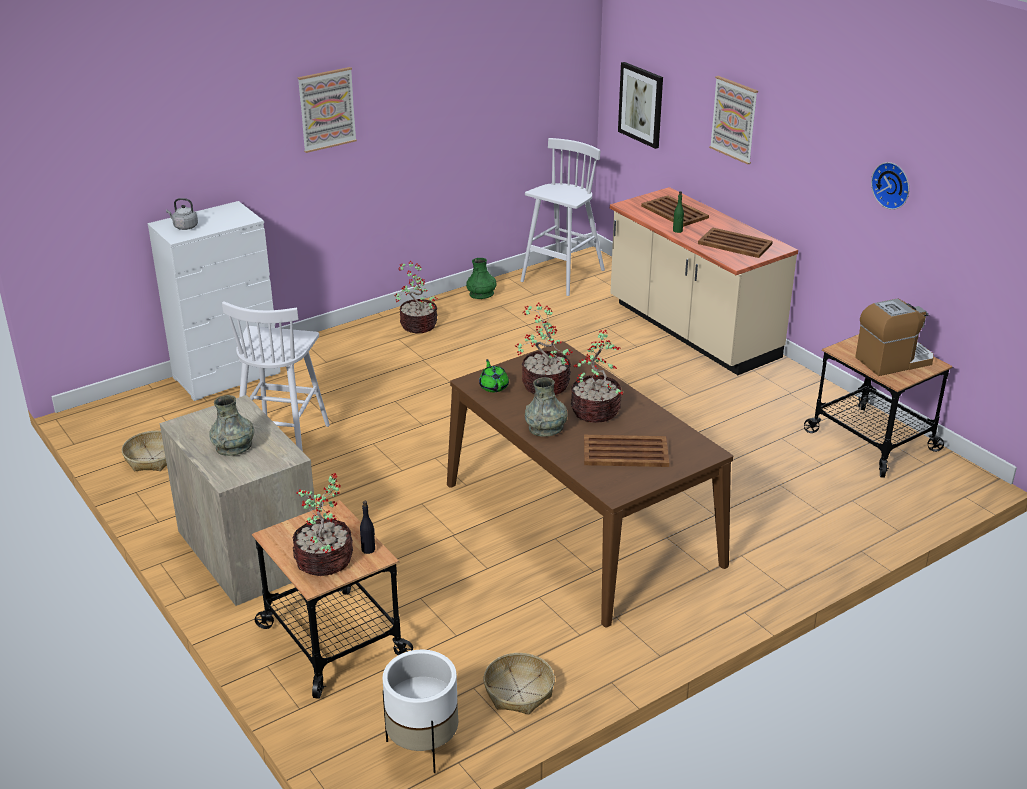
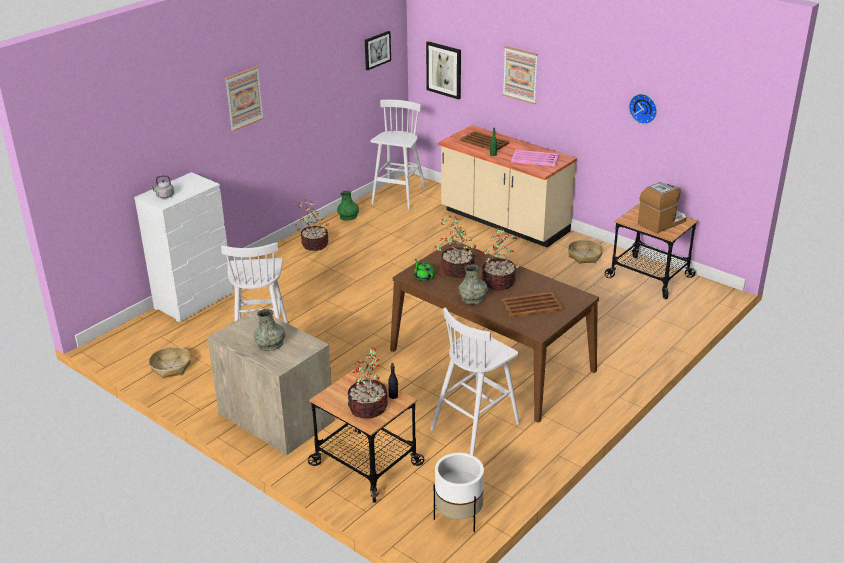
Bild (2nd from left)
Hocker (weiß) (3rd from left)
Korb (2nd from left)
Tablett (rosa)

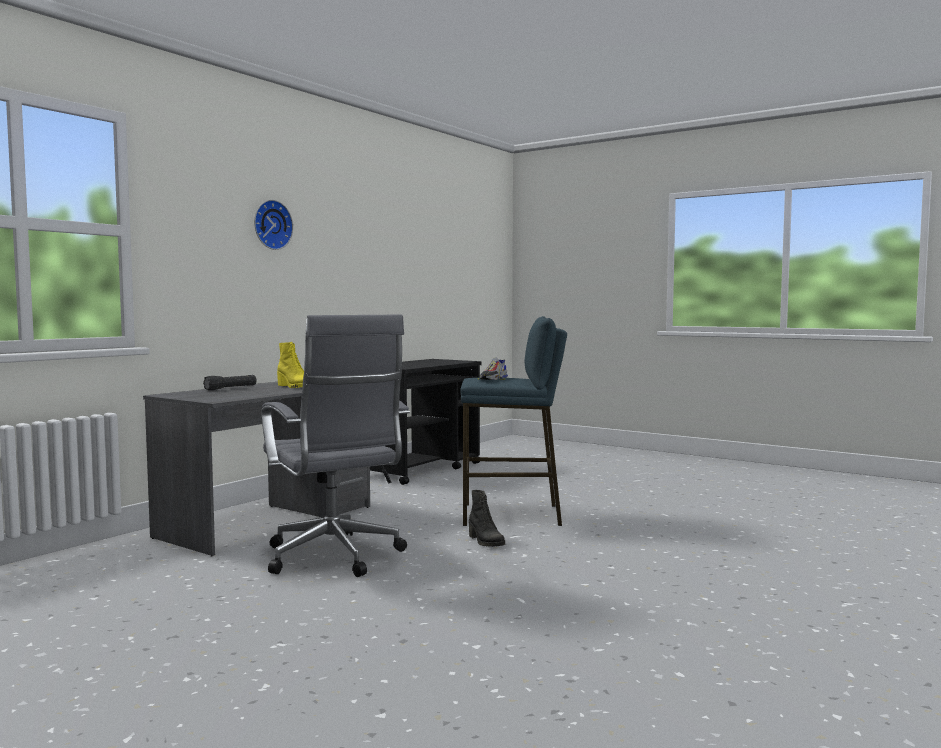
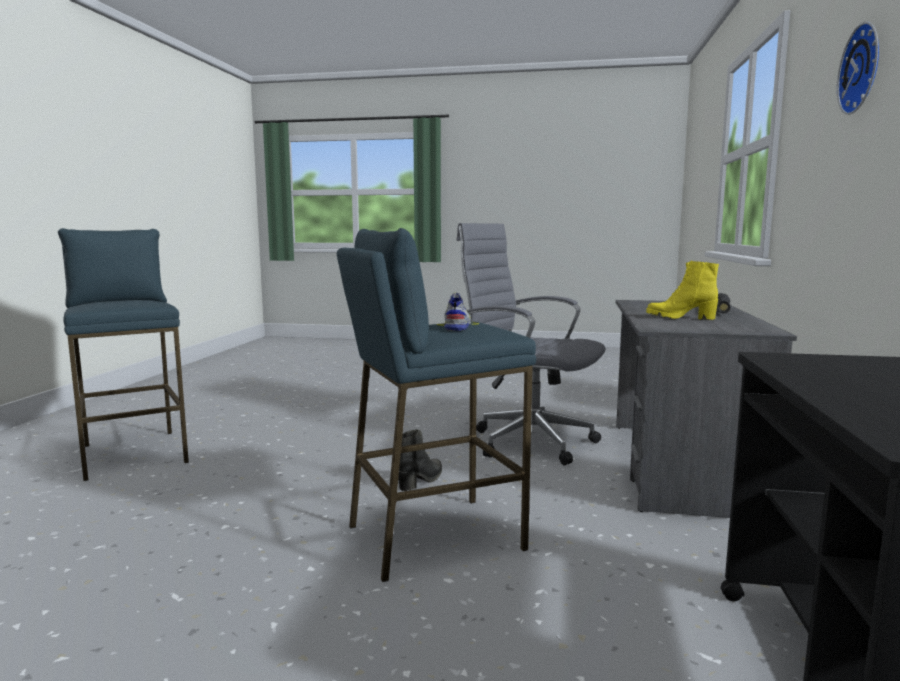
Hocker (blau) (1st from left)
Stiefel (schwarz)

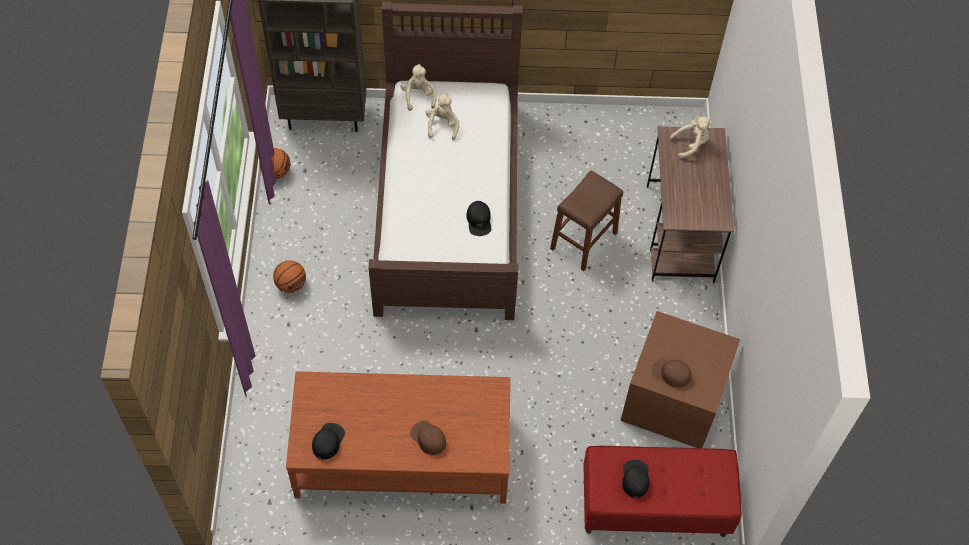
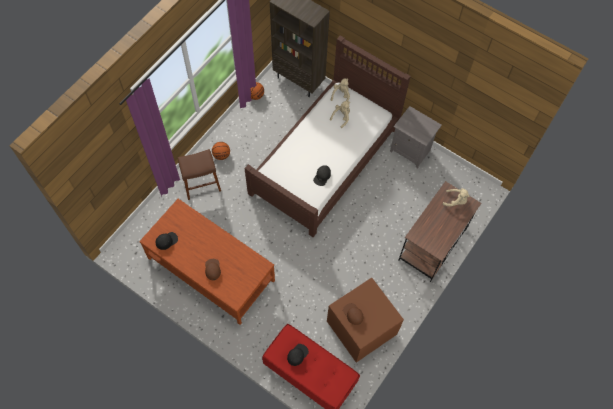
Nachttisch (grau)
Hocker (braun)

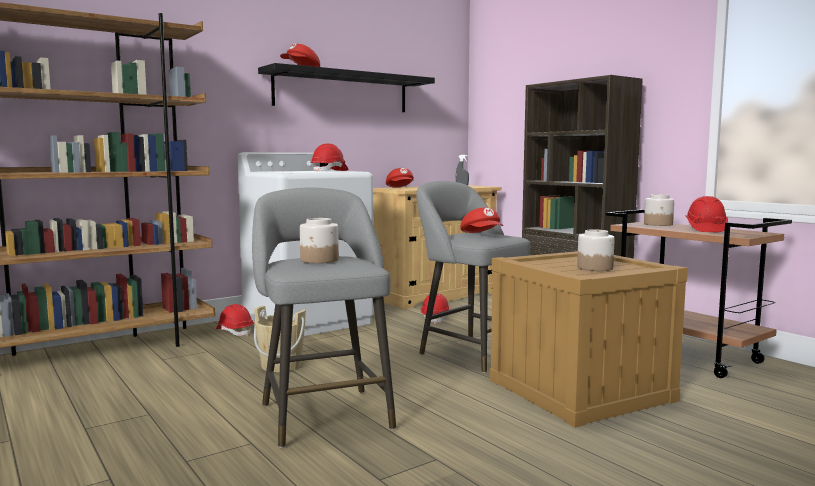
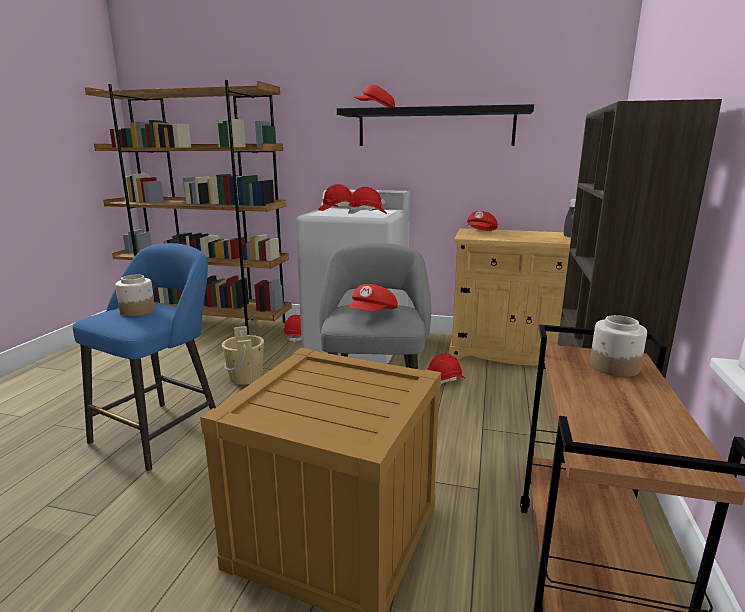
Vorratsglas (2nd from left in the first image)
Schutzhelm (rot) (2nd from left)
Hocker (blau)

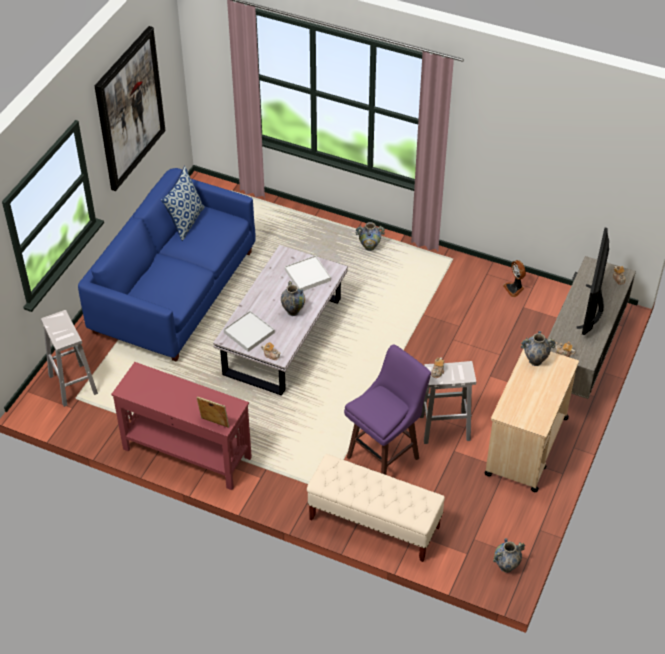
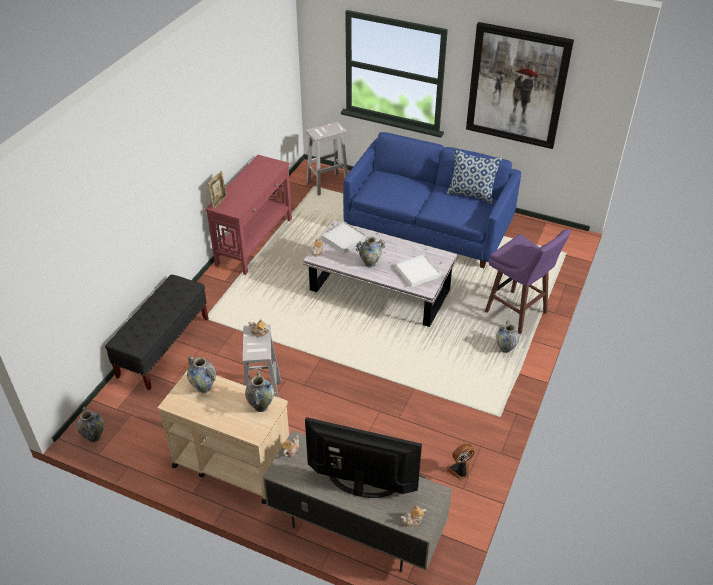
Vase (2nd from left)
Hocker (lila)
Bank (schwarz)

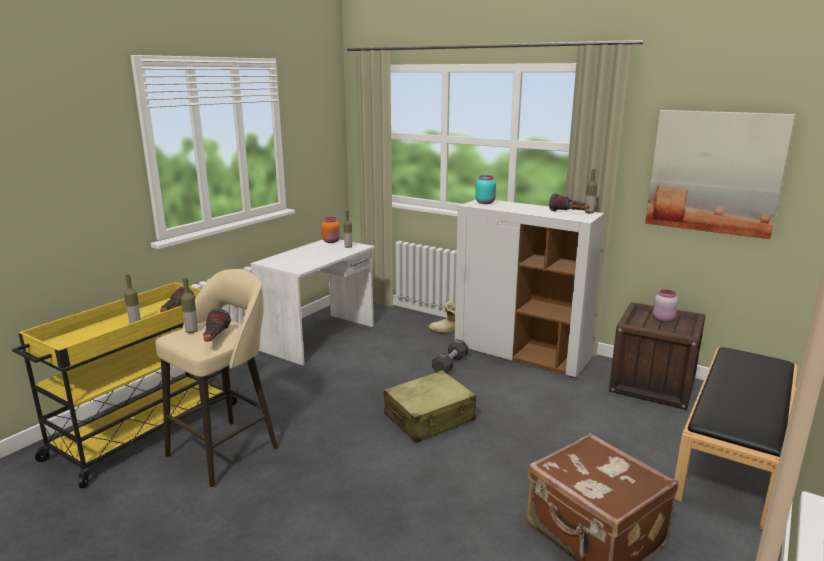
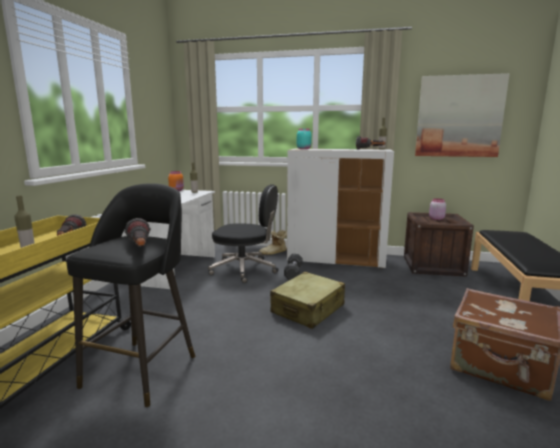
Flasche (2nd from left in the first image)
Bürostuhl (schwarz)
Hocker (schwarz)

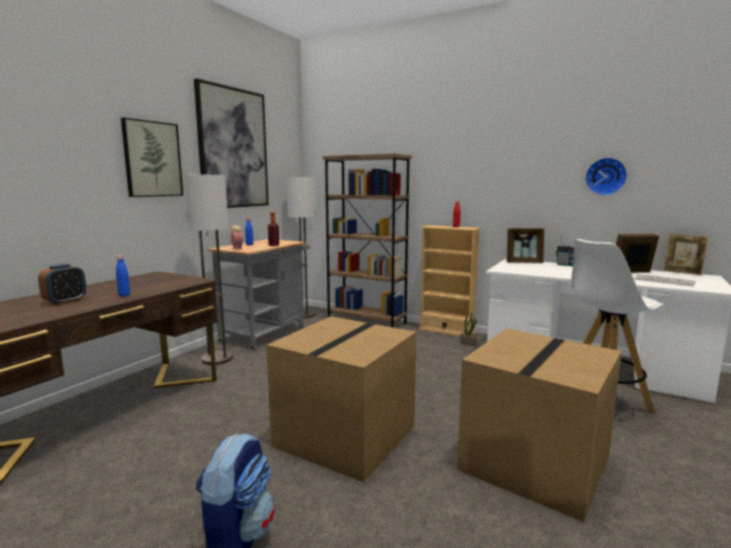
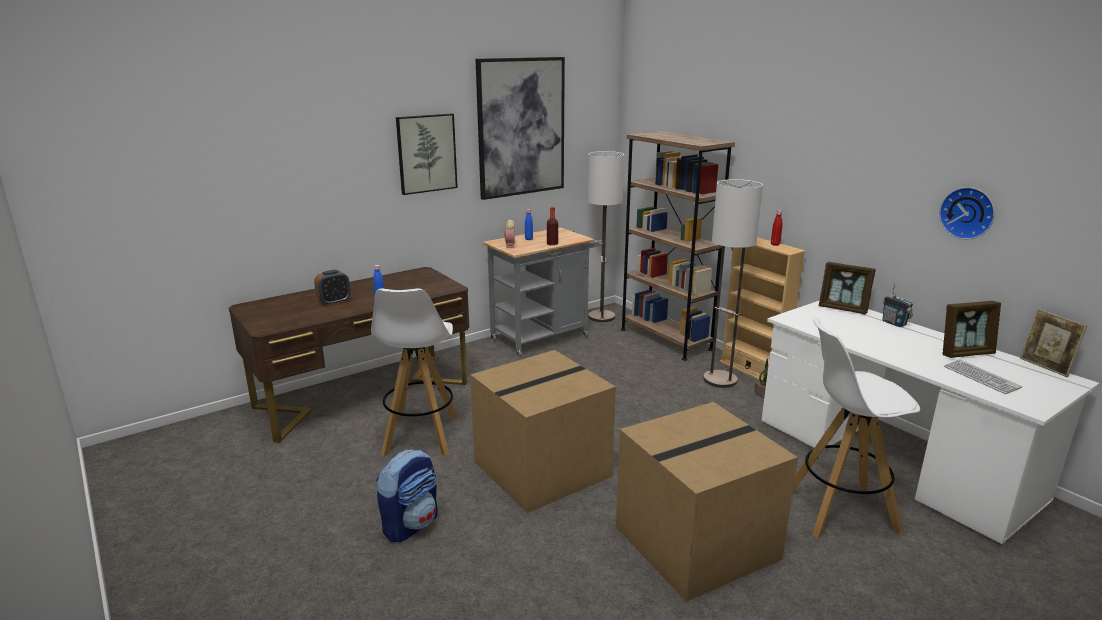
Hocker (weiß) (1st from left)
Stehlampe (2nd from left)
Bilderrahmen (2nd from left)

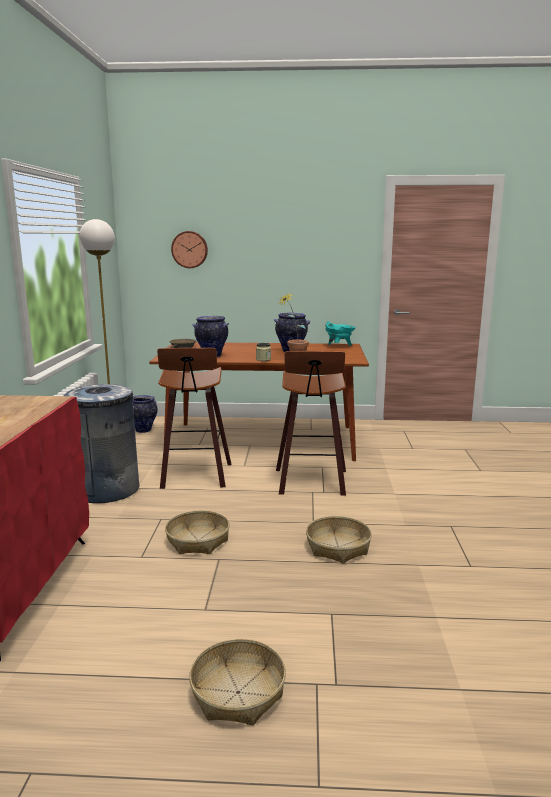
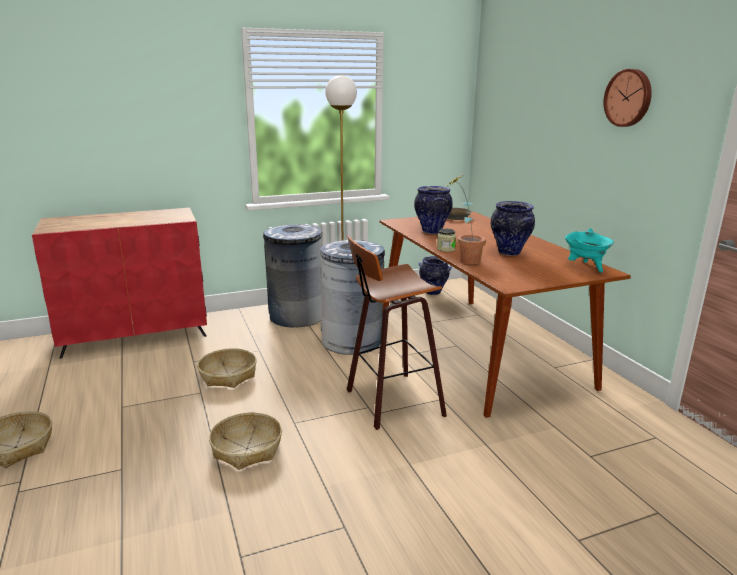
Wanduhr
Mülleimer (grau) (2nd from left)

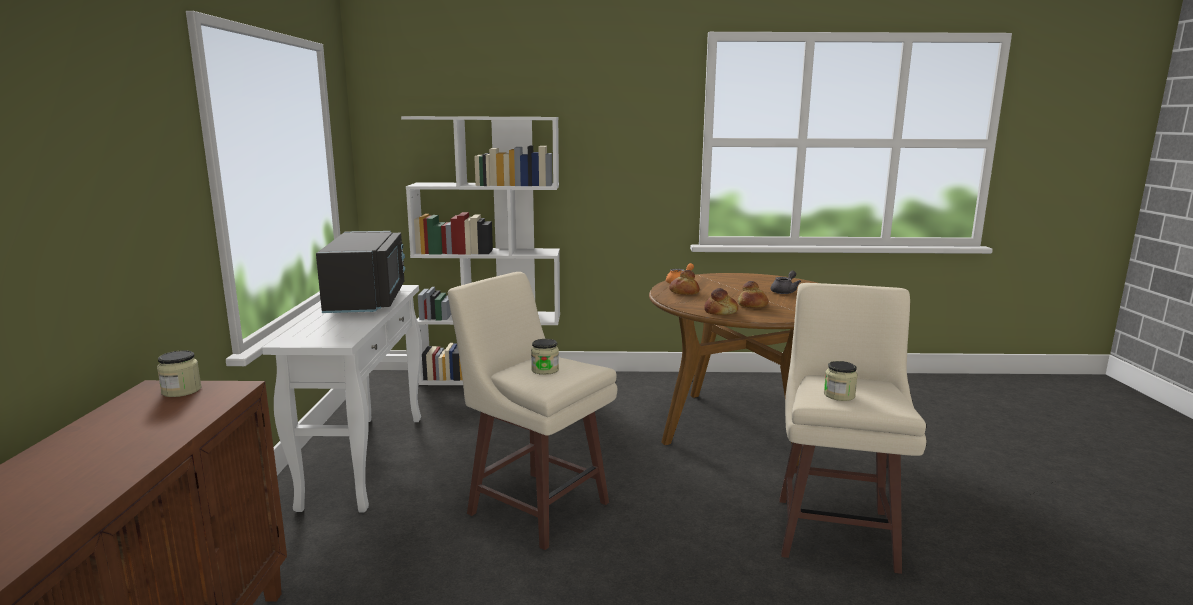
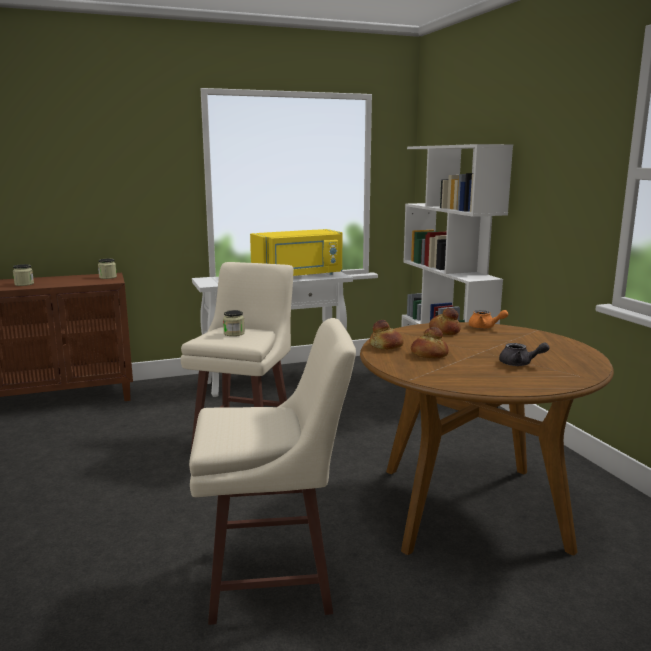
Vorratsglas (1st from left)
Mikrowelle (gelb)

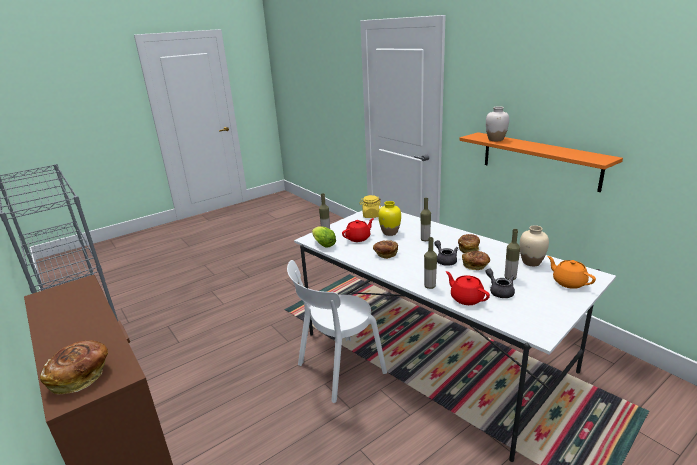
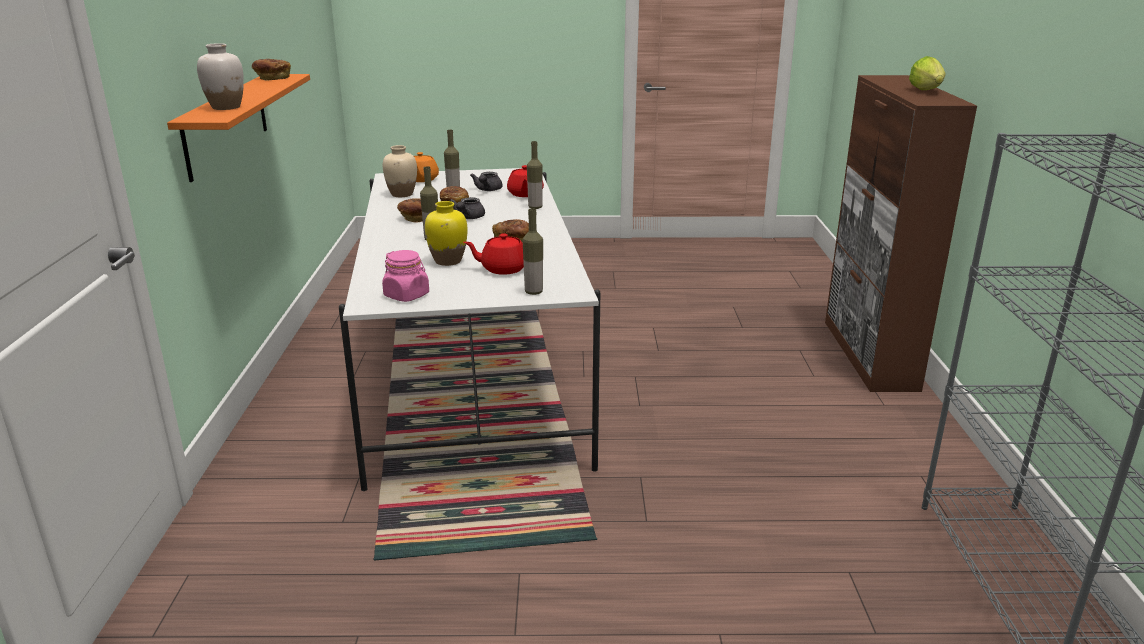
Stuhl (weiß)
Brot (1st from left)
Salatkopf
Vorratsglas (rosa)

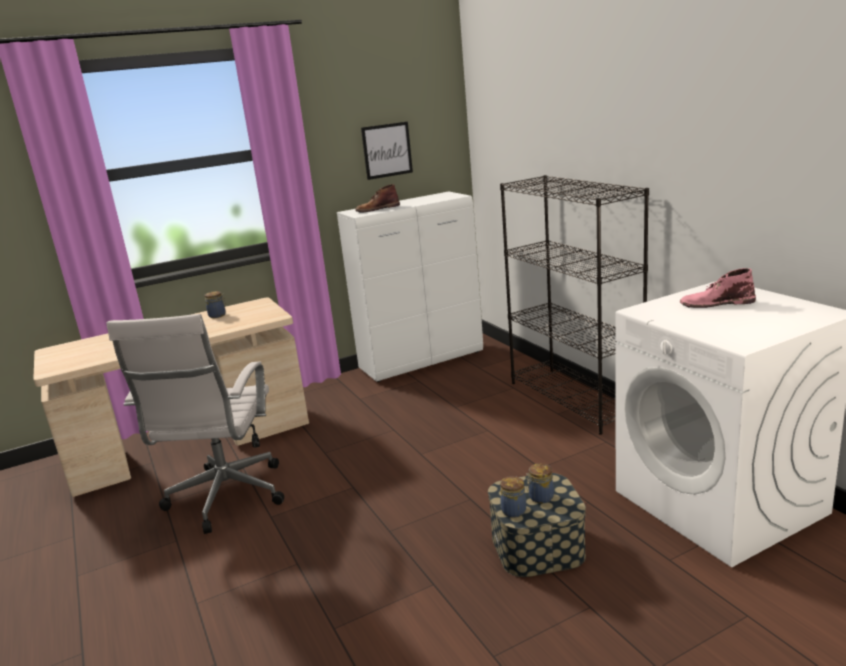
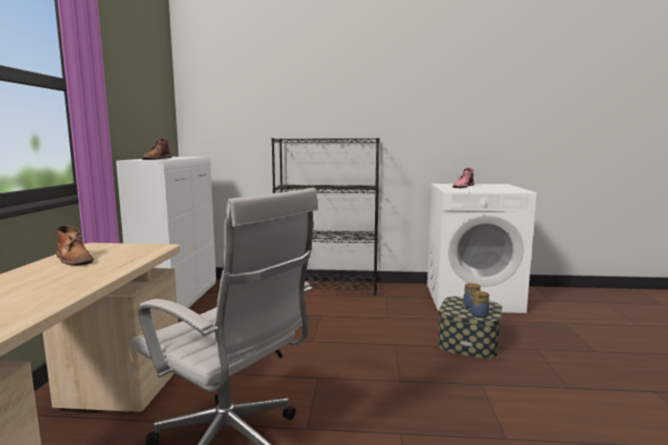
Bild
Stiefel (braun) (1st from left)

